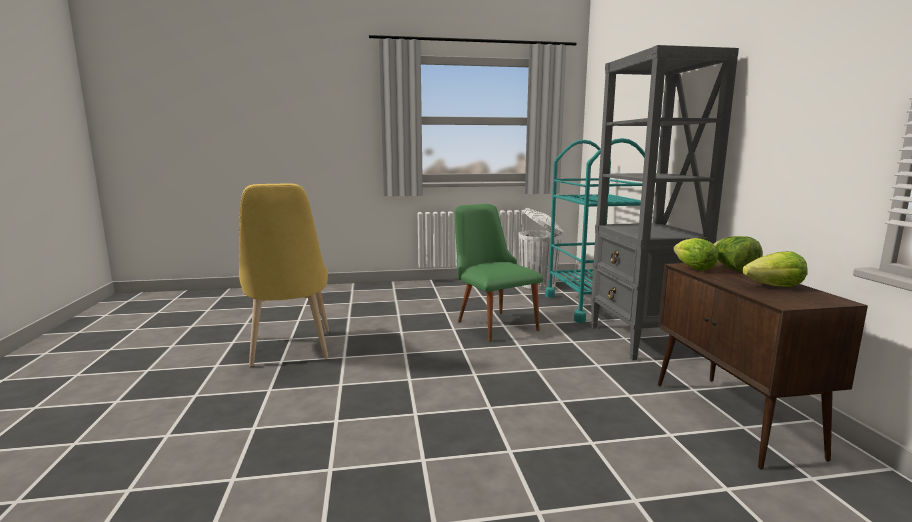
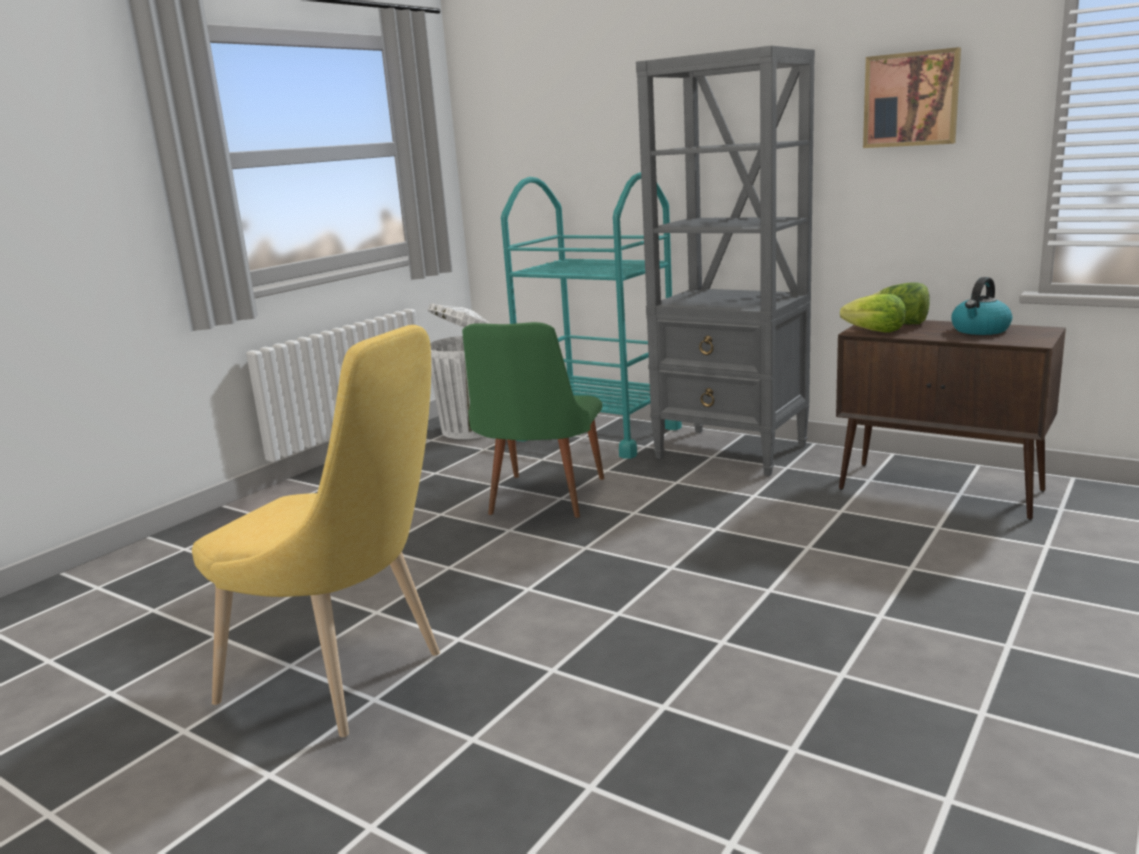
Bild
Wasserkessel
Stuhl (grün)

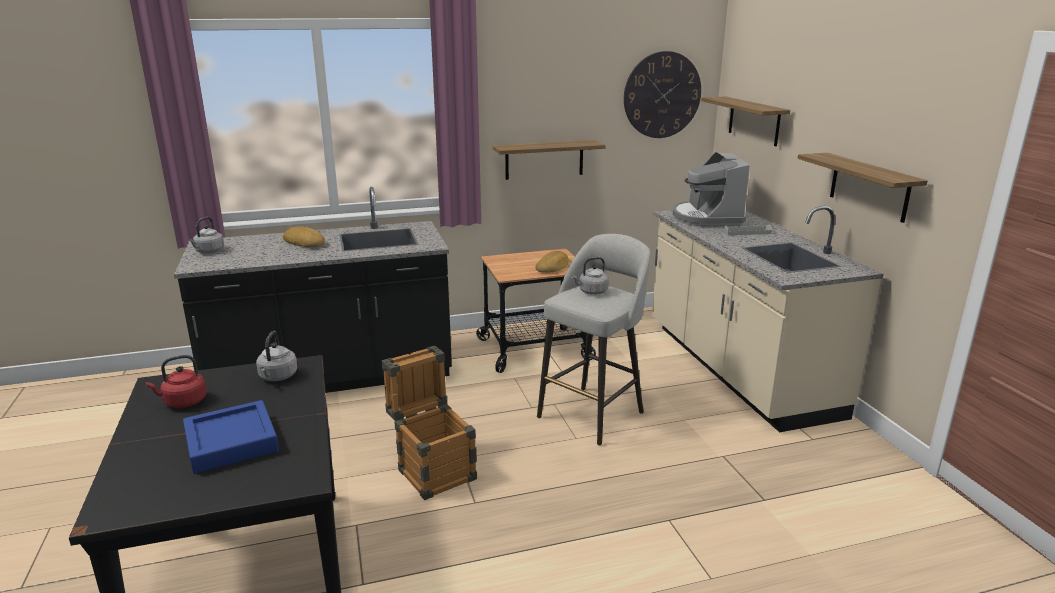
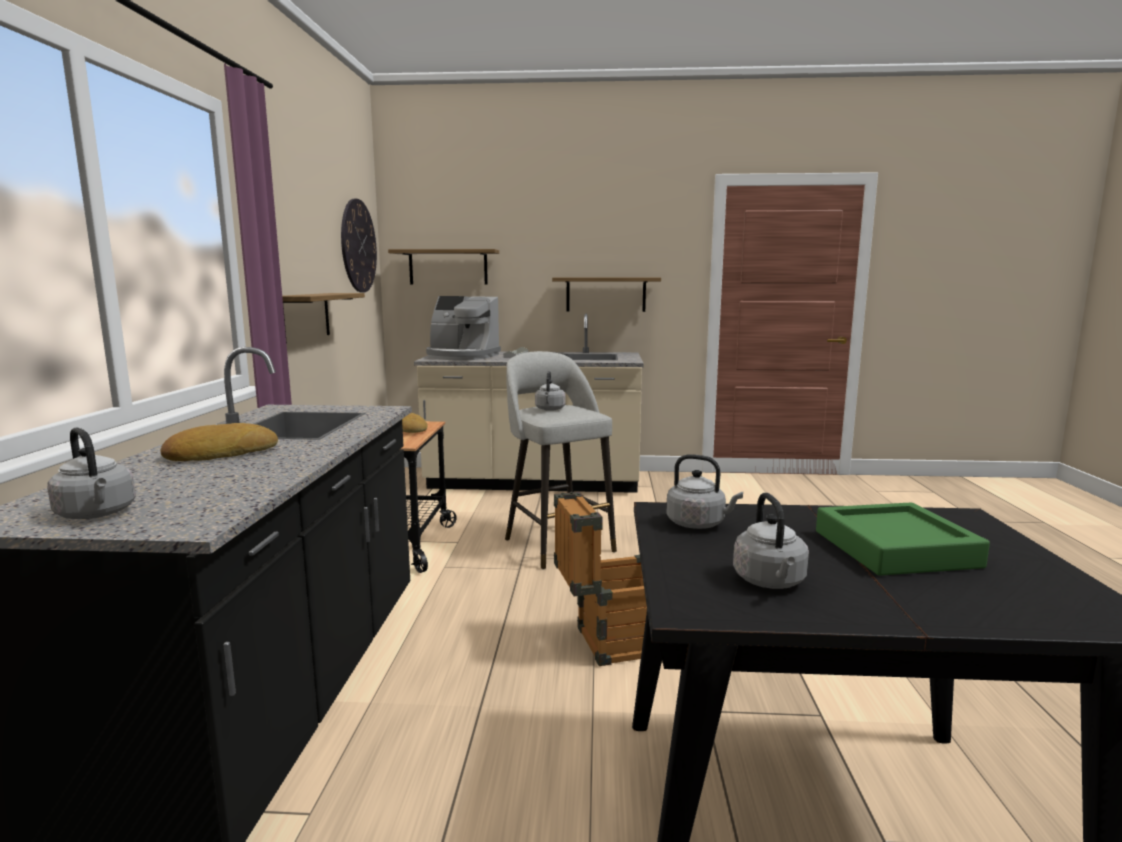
Wasserkessel (grau) (4th from left)
Tablett (grün)

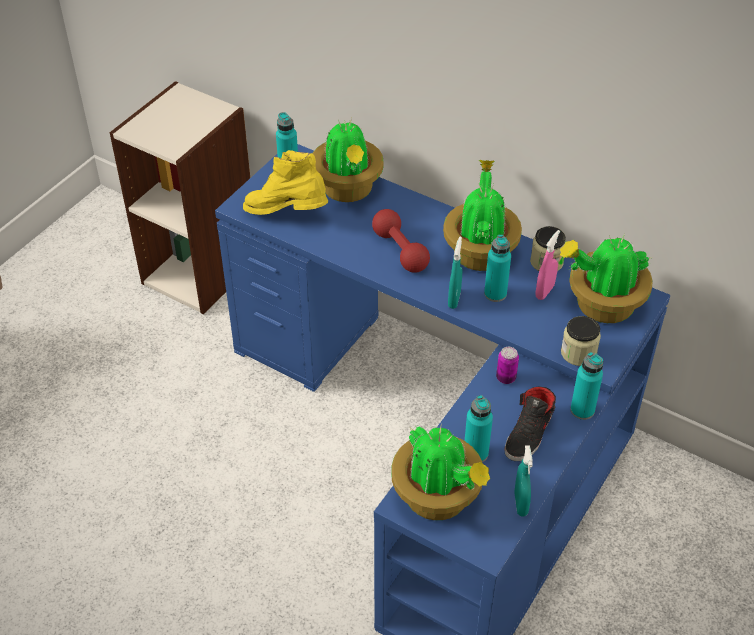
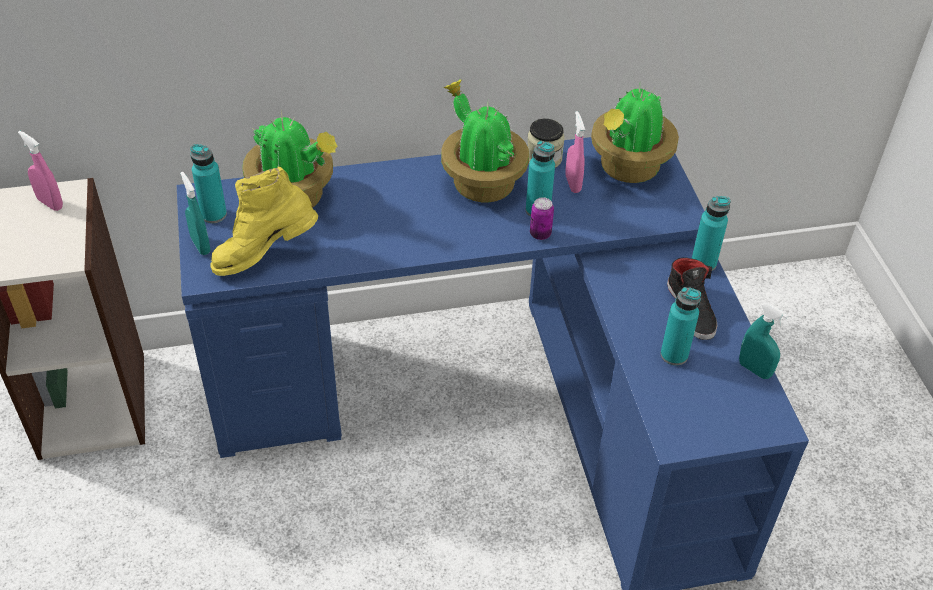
Hantel (rot)
Topfpflanze (2nd from left in the first image)
Vorratsglas (2nd from left in the first image)
Sprühflasche (rosa) (1st from left)
Sprühflasche (türkis) (1st from left)
Dose

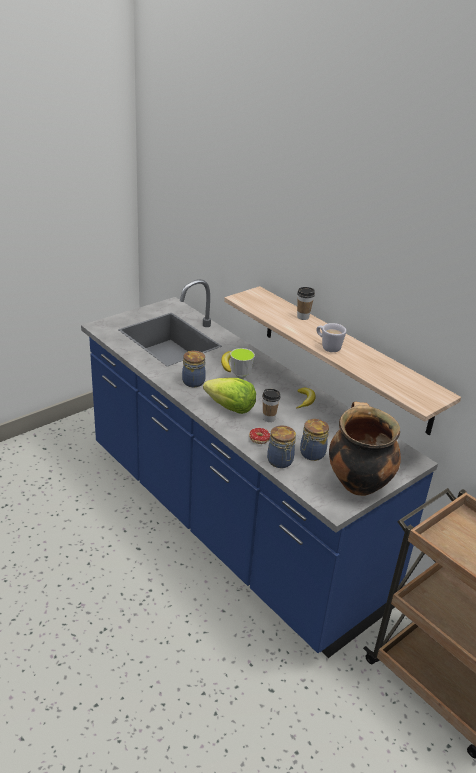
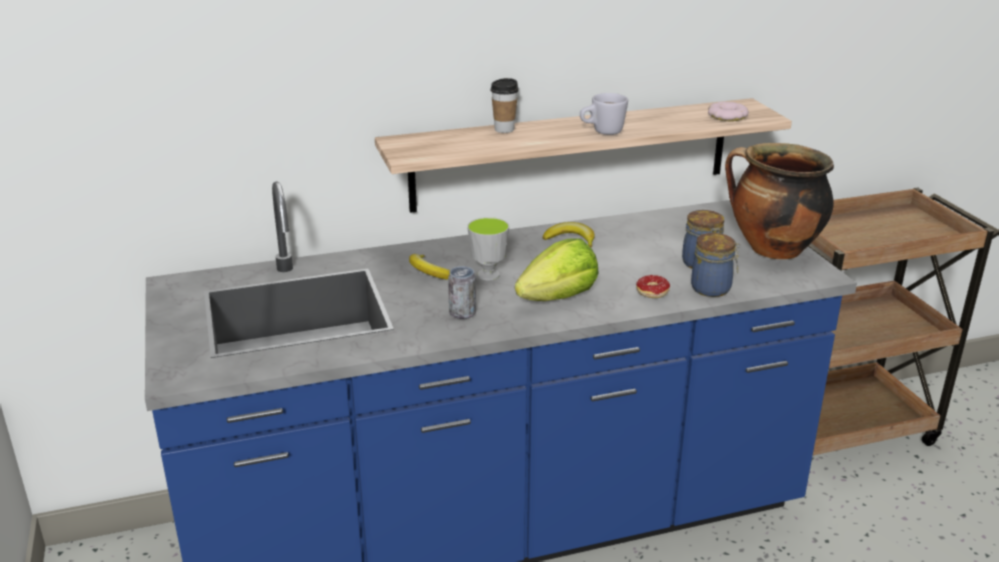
Tasse (2nd from left in the first image)
Donut (2nd from left)
Dose

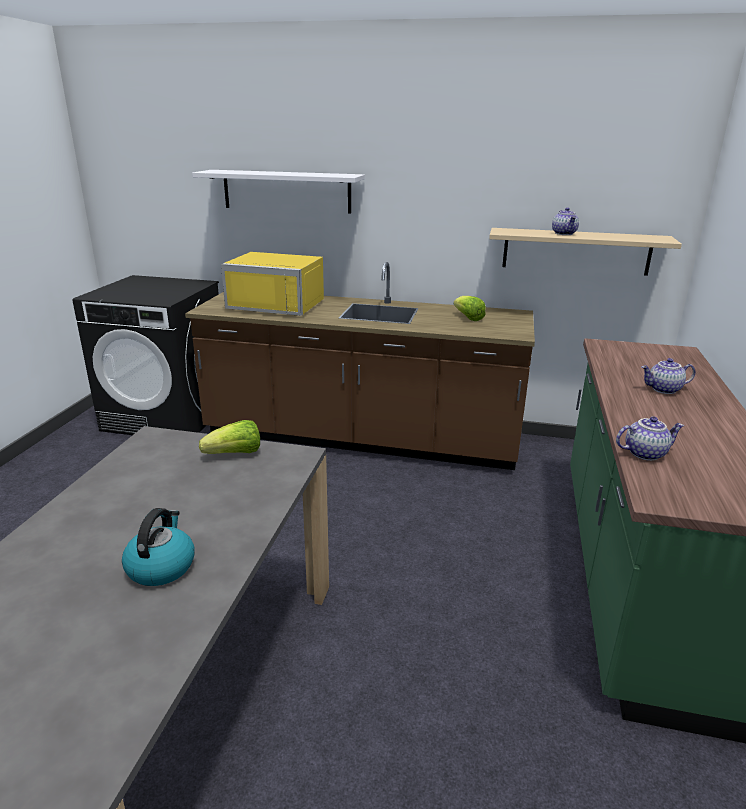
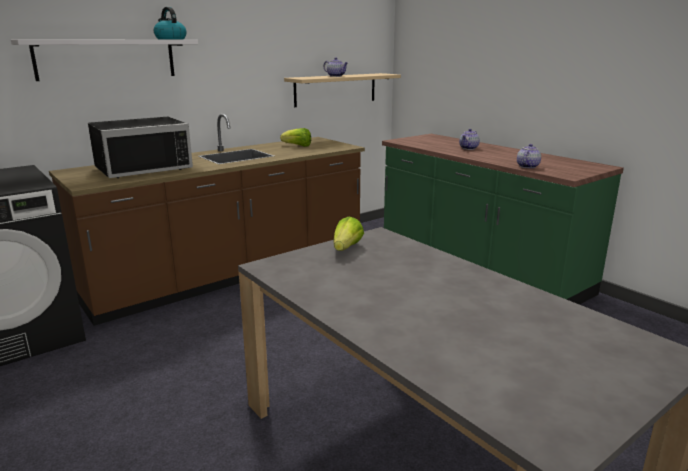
Wasserkessel
Mikrowelle (schwarz)

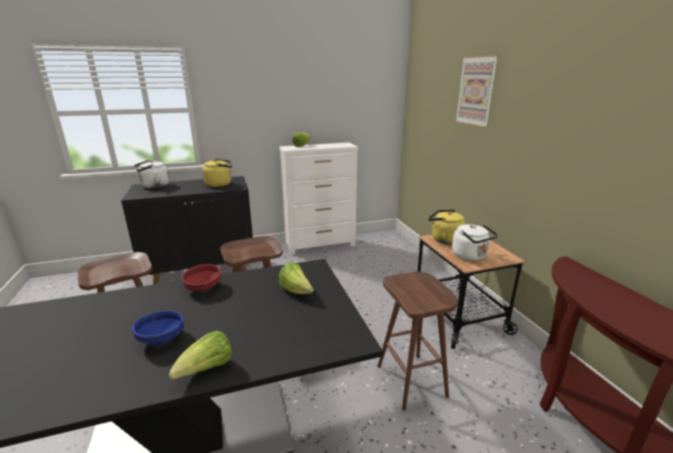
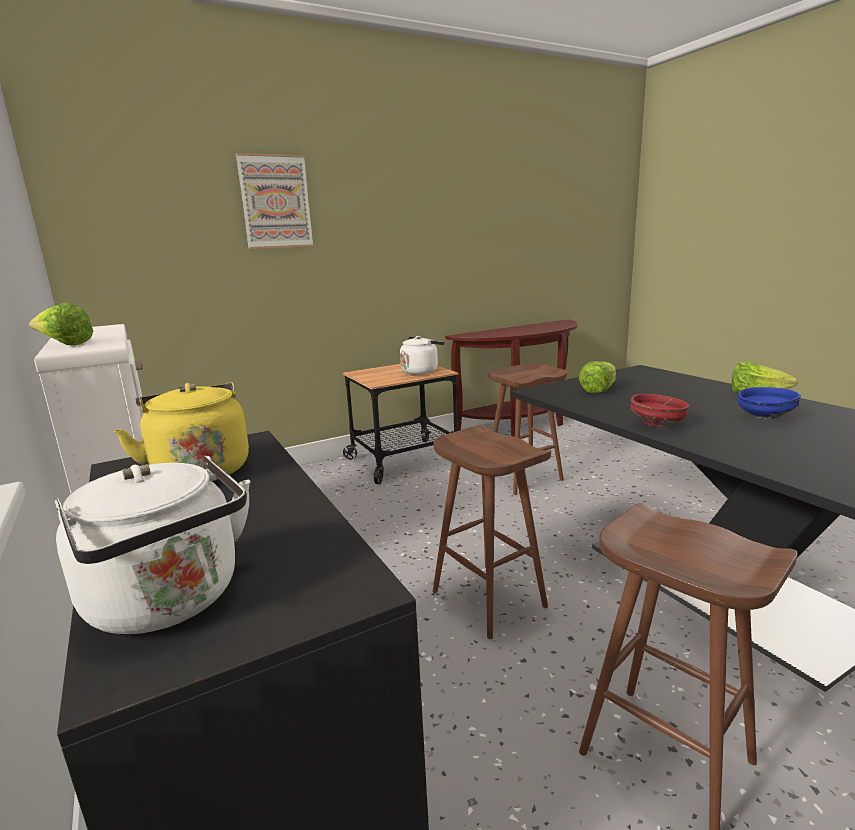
Wasserkessel (gelb) (2nd from left in the first image)

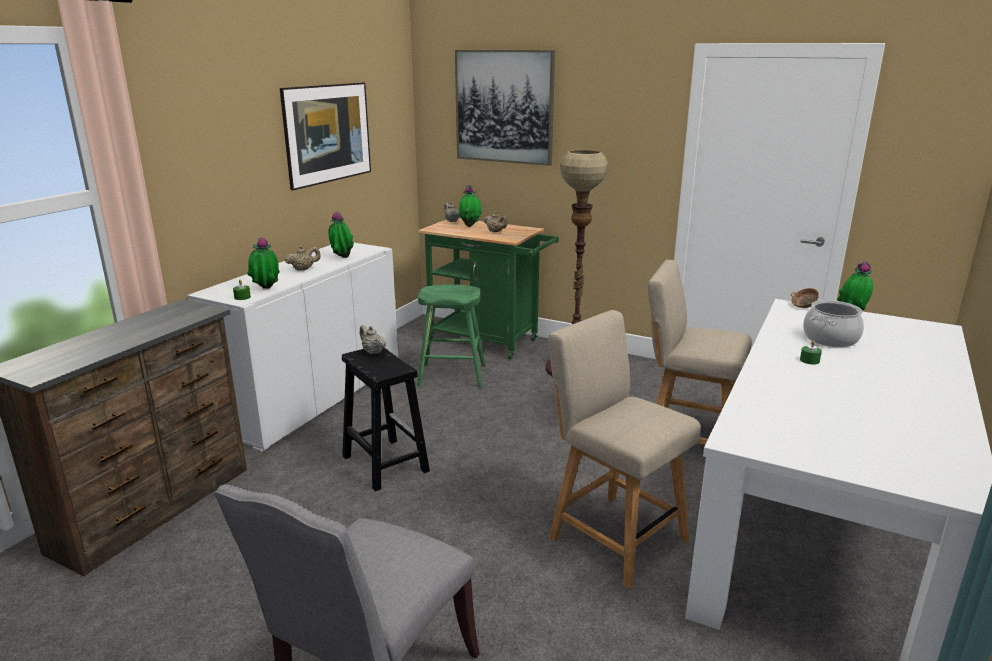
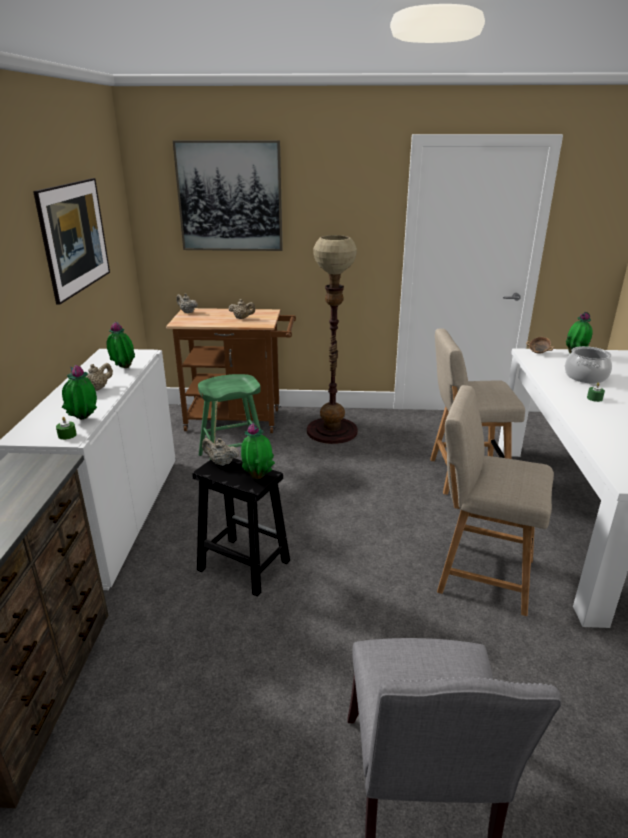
Topfpflanze (3rd from left)
Rollwagen (braun)

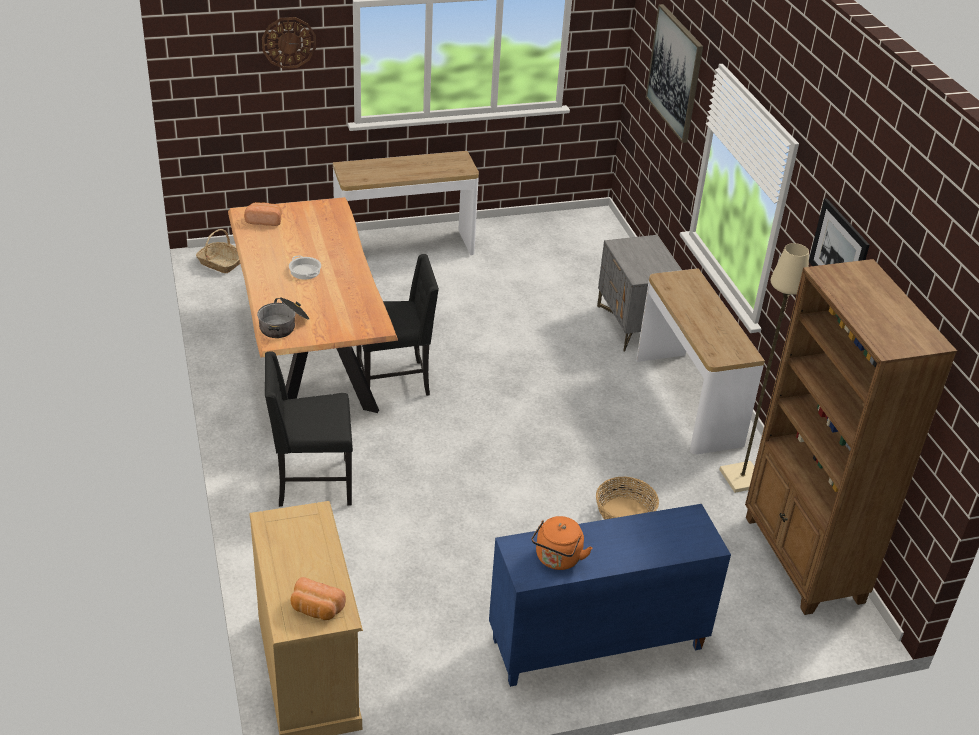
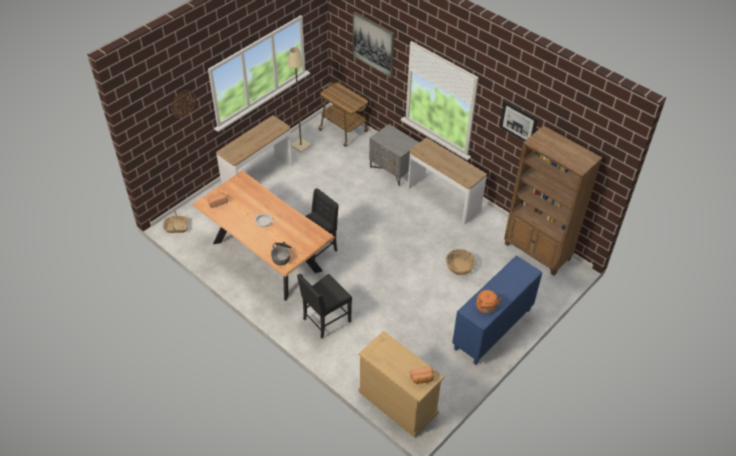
Rollwagen
Stehlampe (beige)

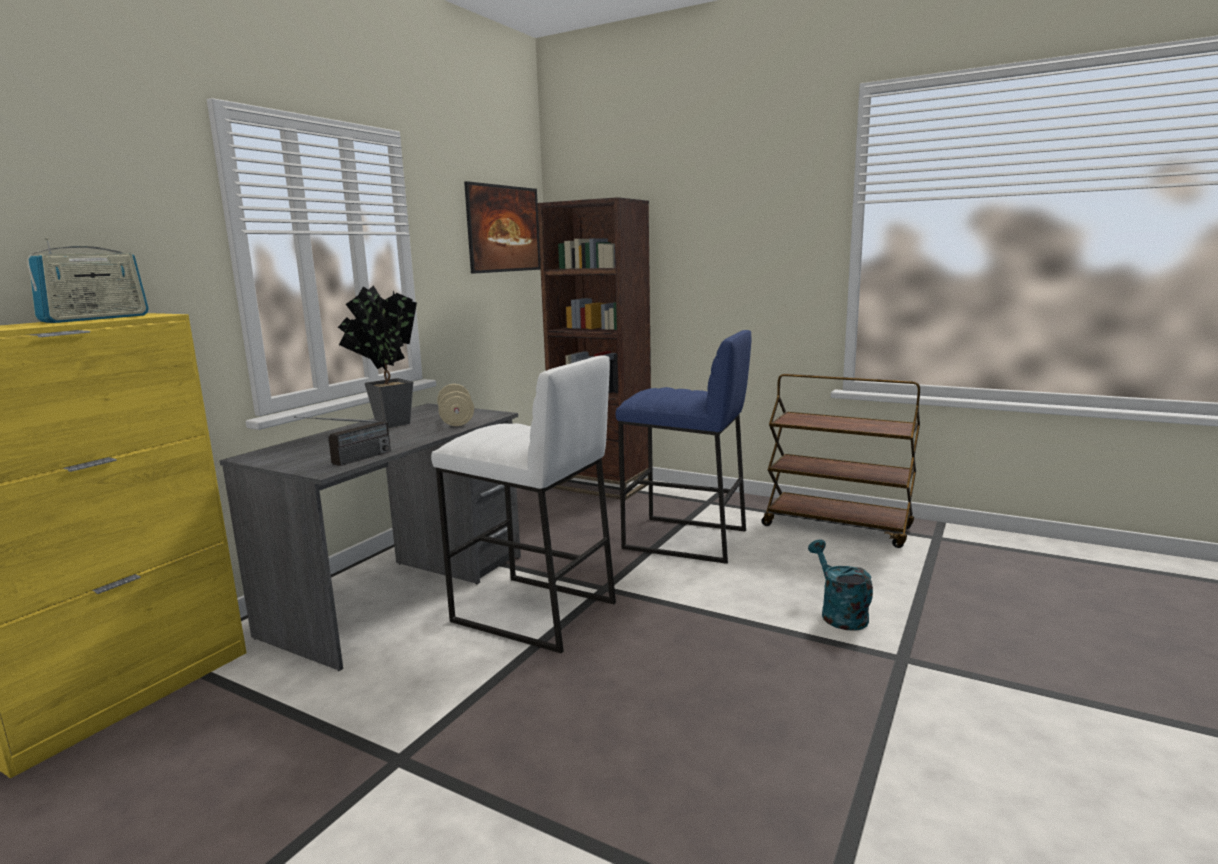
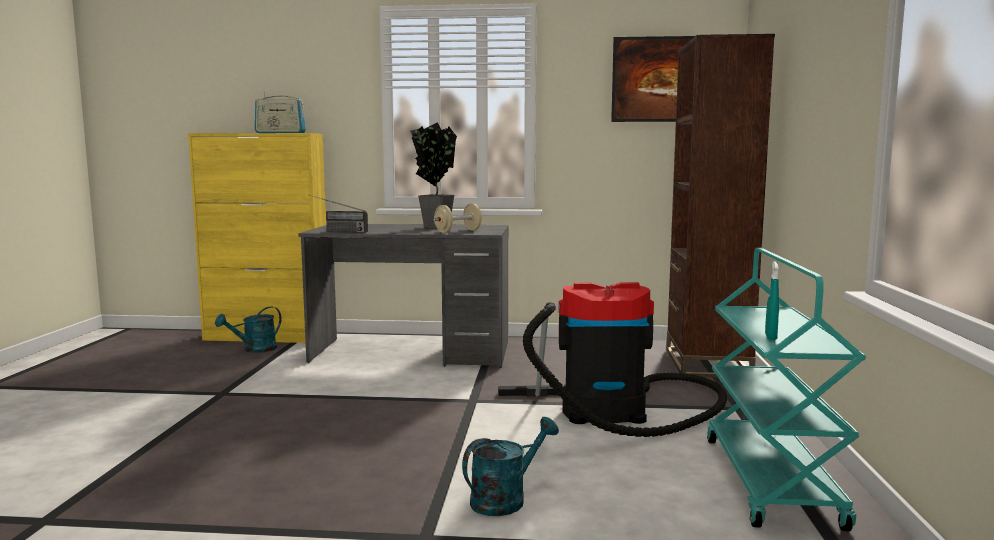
Hocker (weiß)
Gießkanne (türkis) (1st from left)
Sprühflasche (türkis)
Staubsauger
Rollwagen (türkis)

